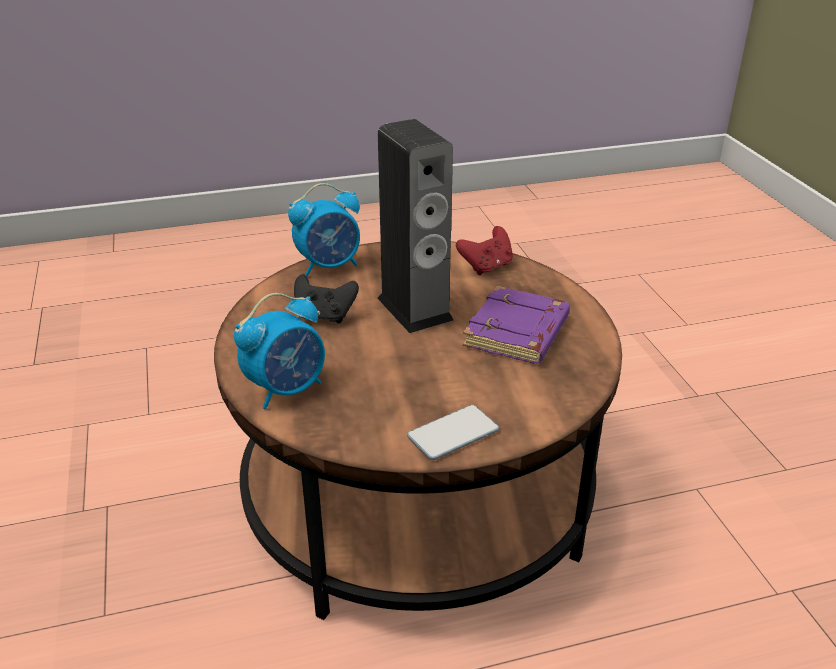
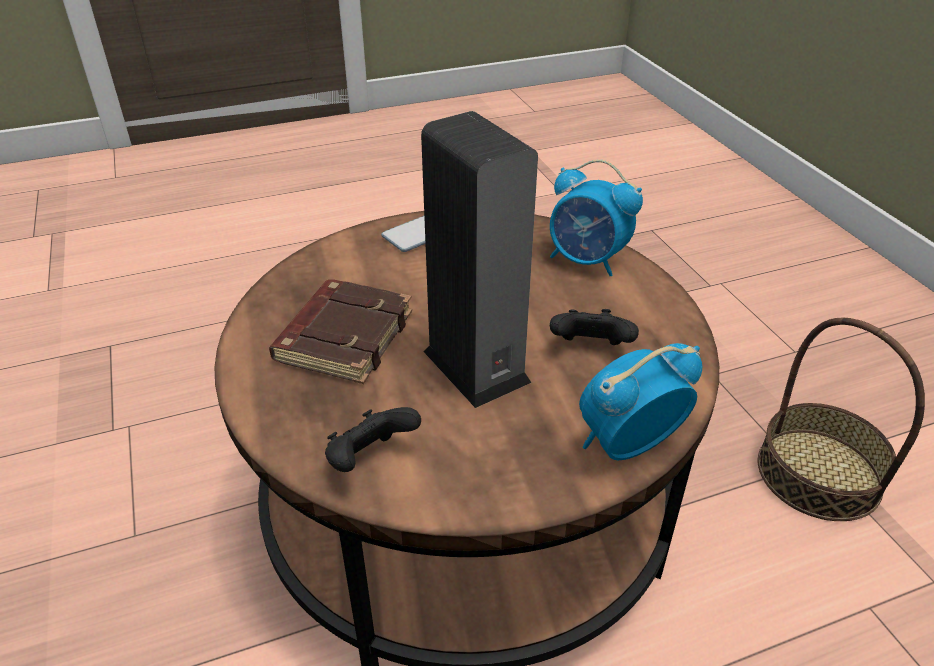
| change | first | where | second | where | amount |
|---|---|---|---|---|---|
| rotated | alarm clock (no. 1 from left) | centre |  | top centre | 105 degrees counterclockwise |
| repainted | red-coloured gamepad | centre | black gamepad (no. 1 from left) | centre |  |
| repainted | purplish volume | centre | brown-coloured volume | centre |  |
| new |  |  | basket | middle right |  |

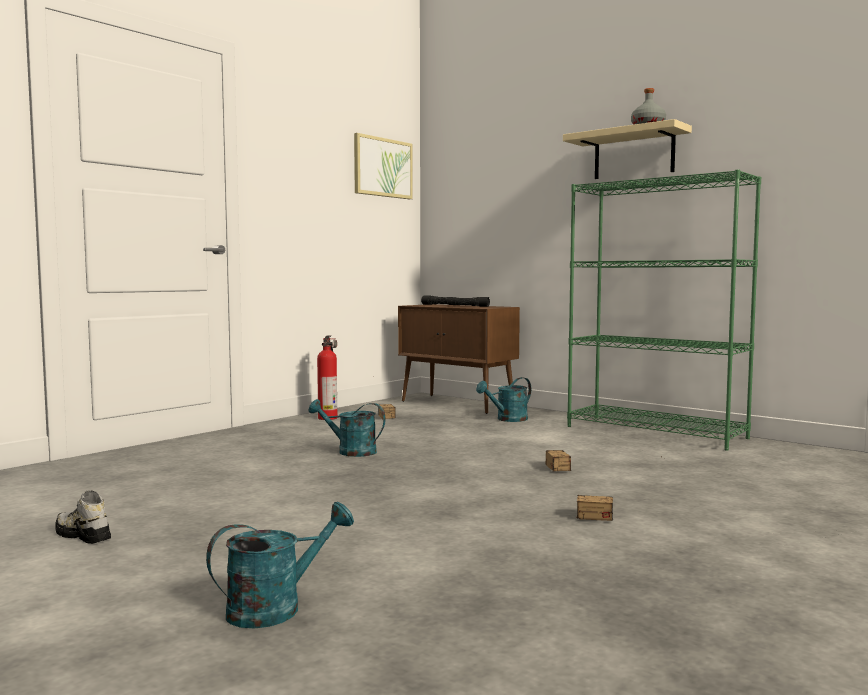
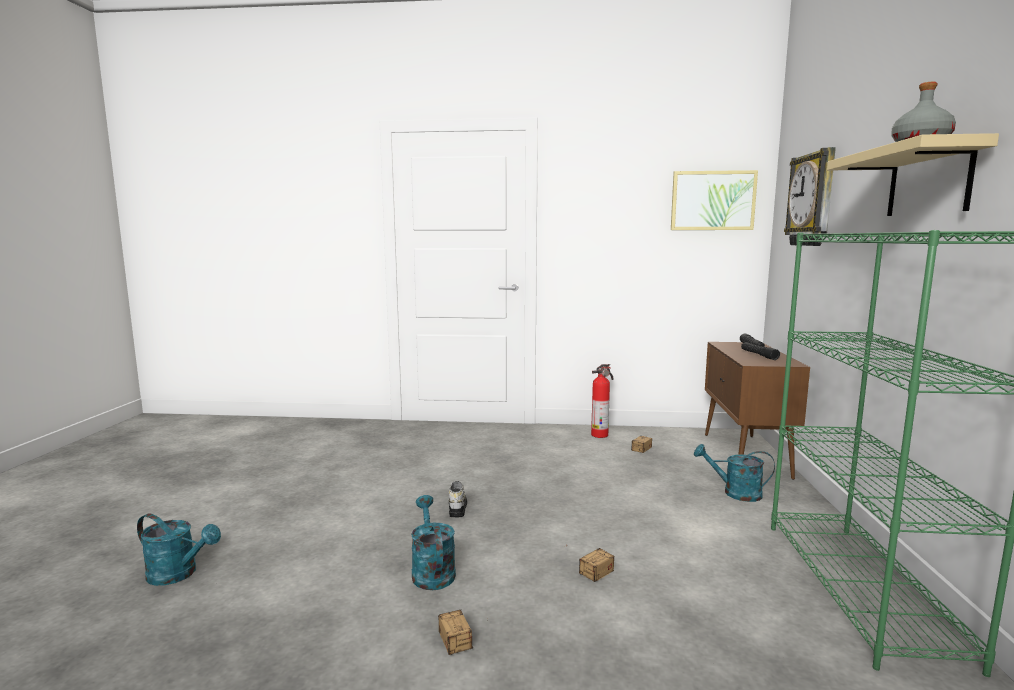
| change | first | where | second | where | amount |
|---|---|---|---|---|---|
| shifted | item of footwear | bottom left |  | bottom centre |  |
| shifted | turquoise sprinkling can (no. 2 from left) | centre |  | bottom centre |  |
| new |  |  | clock on the wall | top right |  |

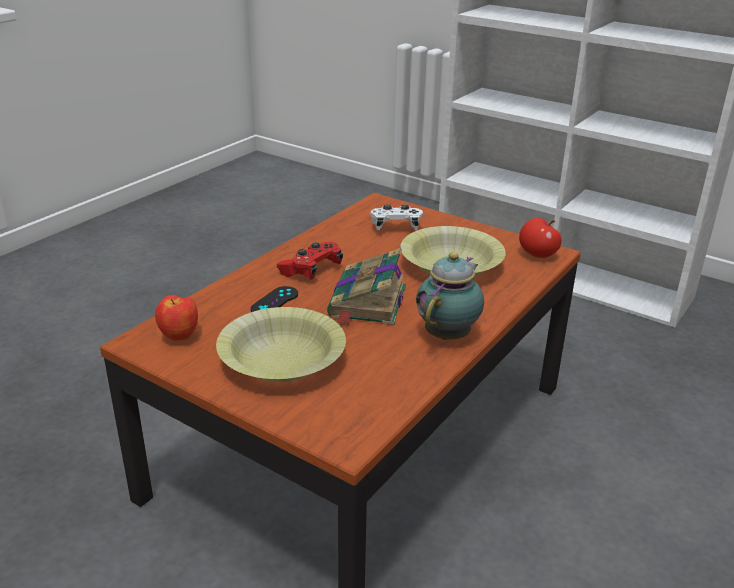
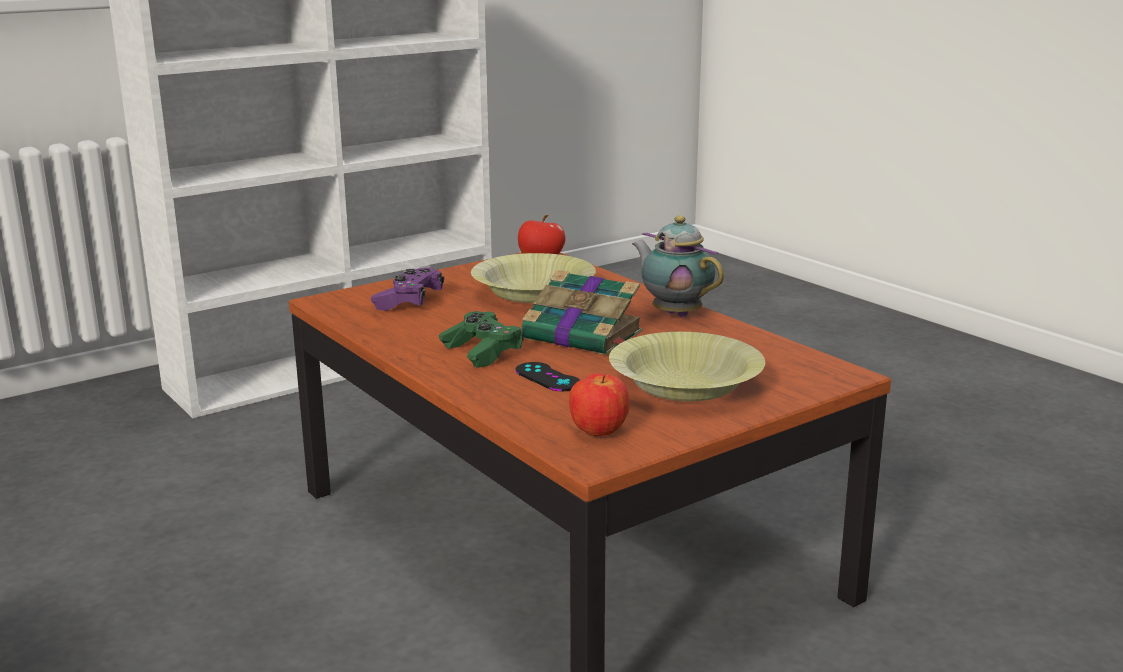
| change | first | where | second | where | amount |
|---|---|---|---|---|---|
| repainted | red-coloured gamepad | centre | green gamepad | centre |  |
| repainted | white gamepad | centre | purplish gamepad | centre |  |

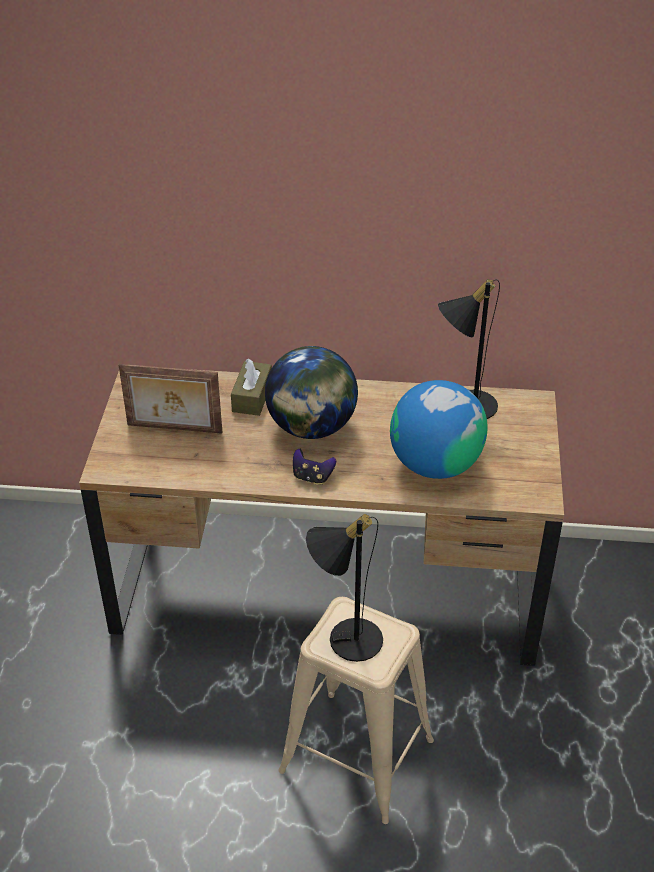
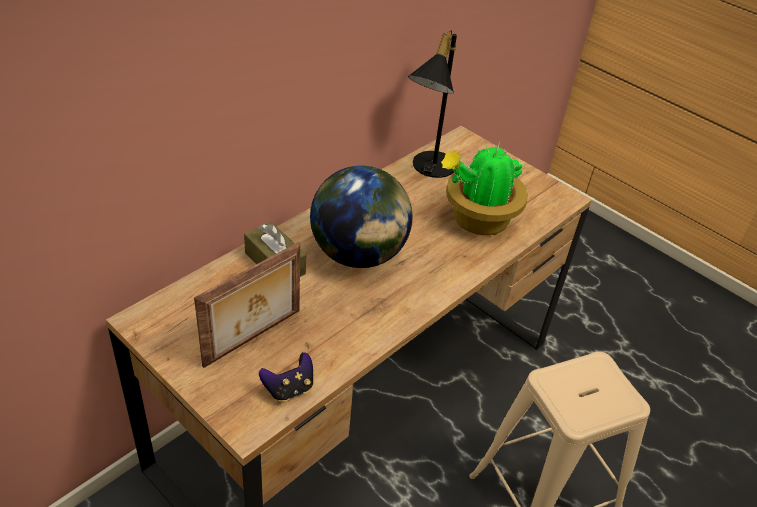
| change | first | where | second | where | amount |
|---|---|---|---|---|---|
| shifted | gamepad | centre |  | bottom centre |  |
| gone | black table lamp (no. 1 from left) | bottom centre |  |  |  |
| swapped | globe (no. 2 from left) | middle right | potted plant | centre |  |

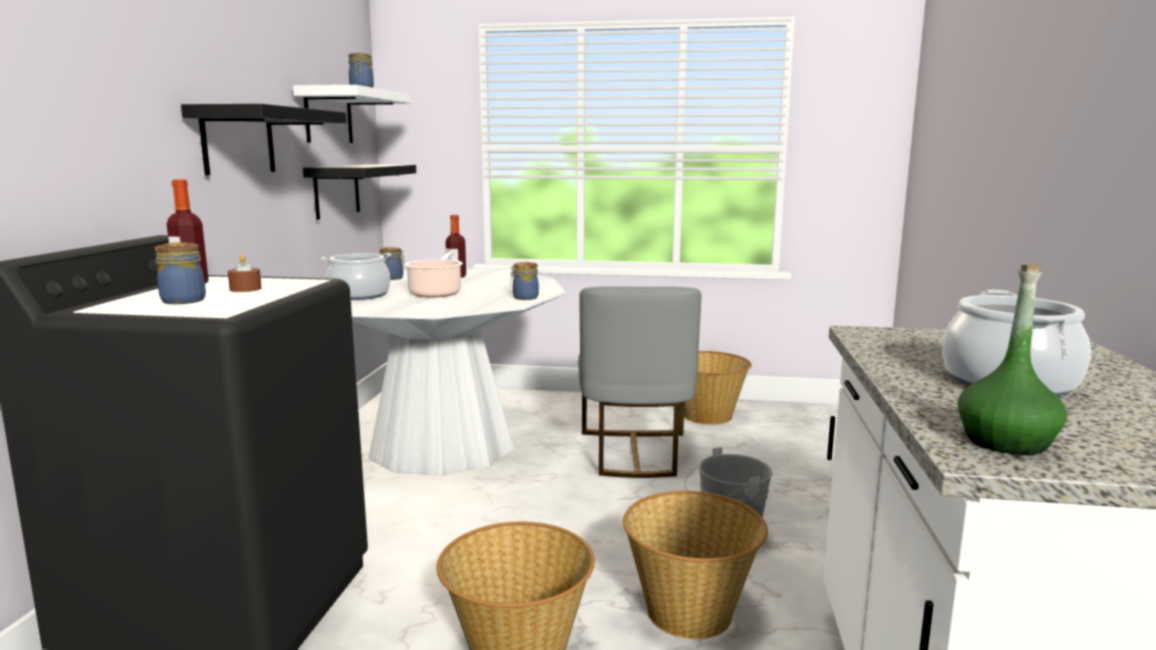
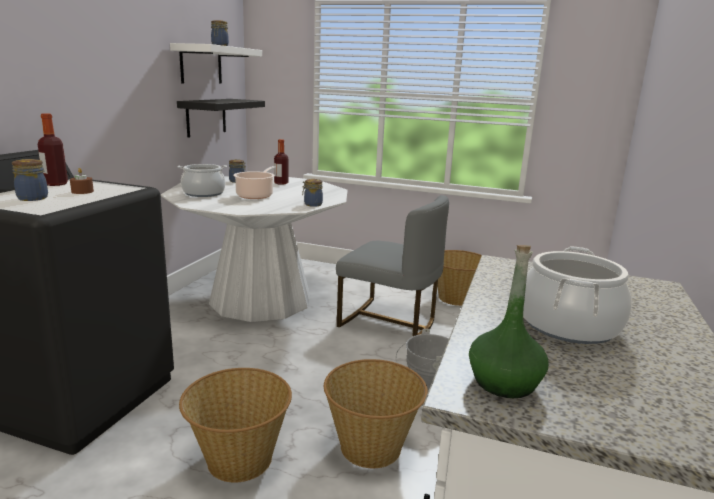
| change | first | where | second | where | amount |
|---|---|---|---|---|---|
| gone | black shelf (no. 1 from left) | top left |  |  |  |
| rotated | gray chair | centre |  | centre | 75 degrees counterclockwise |

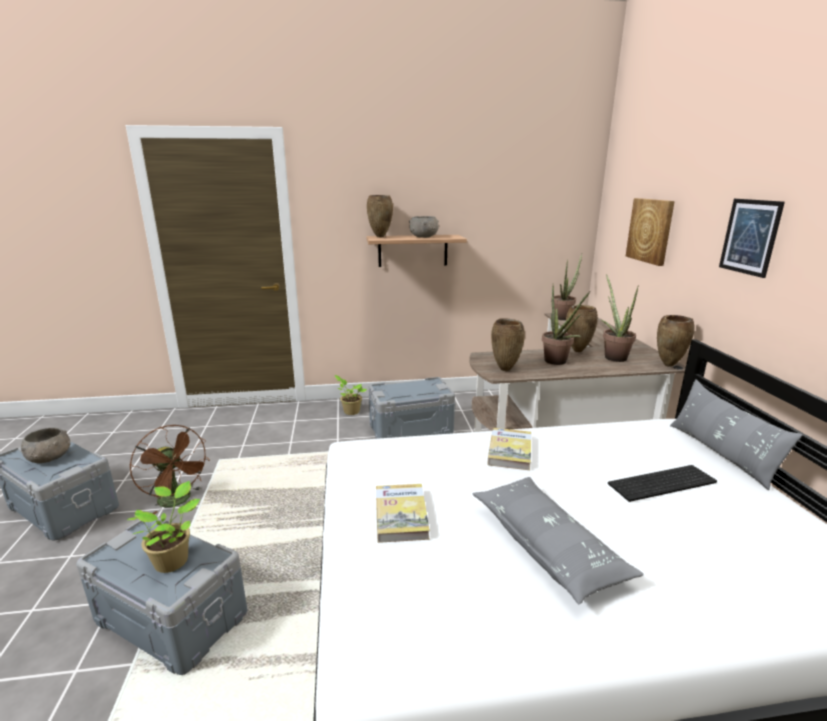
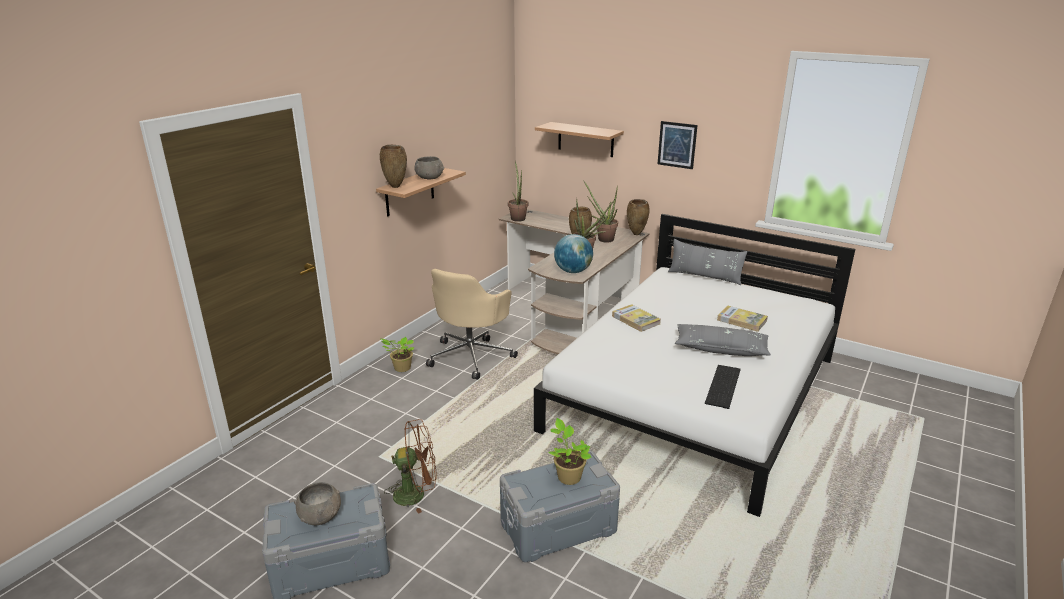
| change | first | where | second | where | amount |
|---|---|---|---|---|---|
| swapped | gray storage box (no. 3 from left) | centre | beige-coloured office chair | centre |  |
| shifted | volume (no. 1 from left in the first image) | bottom centre | volume (no. 2 from left) | middle right |  |
| swapped | brown-coloured flower vase (no. 2 from left) | centre | globe | centre |  |
| shifted | computer keyboard | bottom right |  | middle right |  |
| swapped | wall picture (no. 1 from left) | top right | shelf (no. 2 from left) | top centre |  |

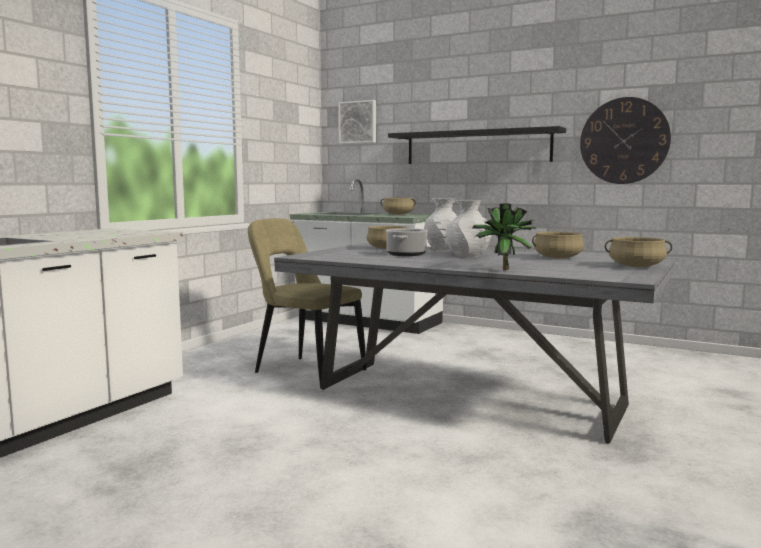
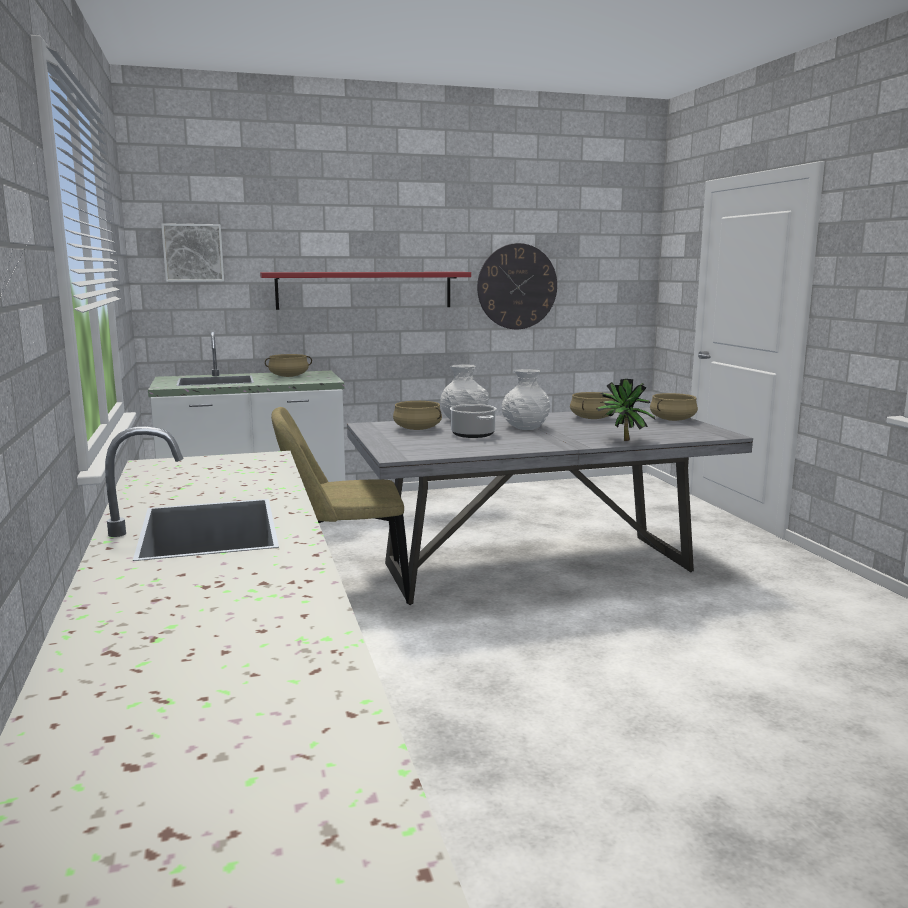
| change | first | where | second | where | amount |
|---|---|---|---|---|---|
| repainted | black shelf | top centre | red-coloured shelf | top centre |  |

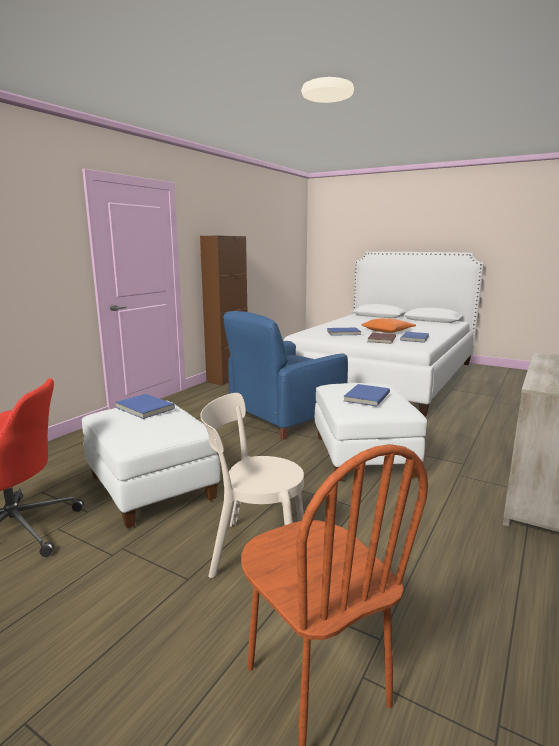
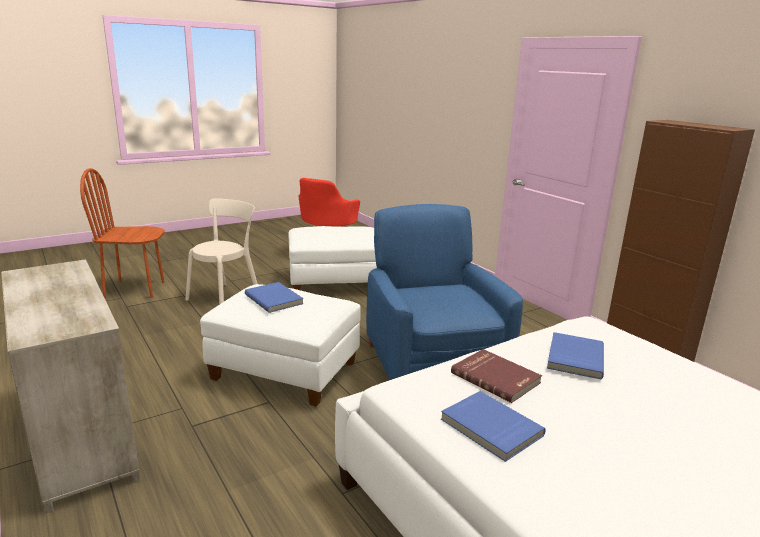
| change | first | where | second | where | amount |
|---|---|---|---|---|---|
| gone | bluish volume (no. 1 from left) | middle left |  |  |  |
| gone | orange pillow | middle right |  |  |  |

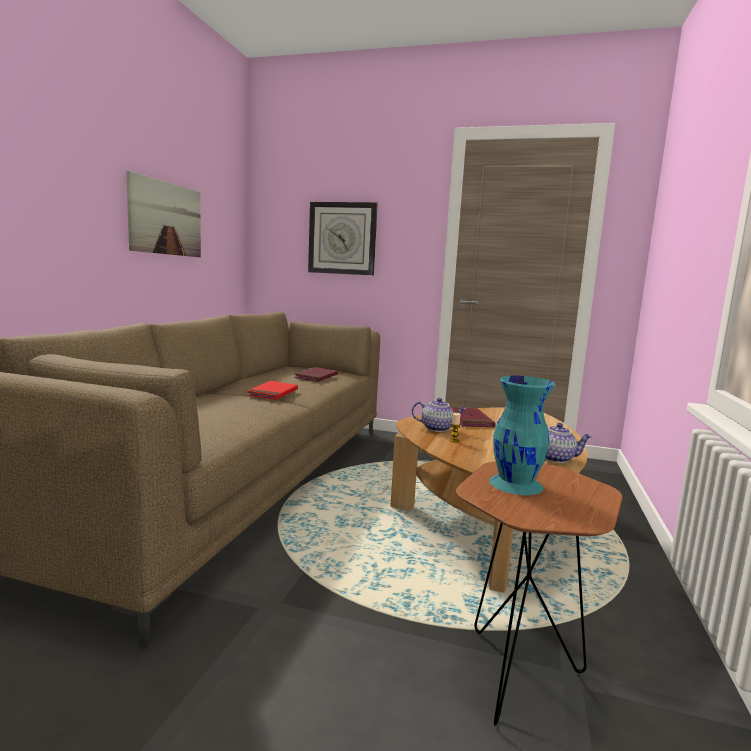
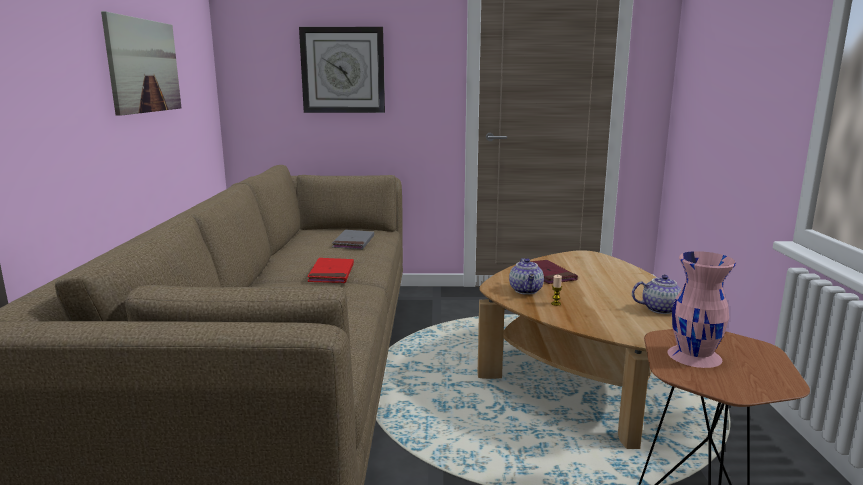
| change | first | where | second | where | amount |
|---|---|---|---|---|---|
| repainted | red-coloured volume (no. 2 from left) | centre | gray volume | centre |  |
| rotated | pot for tea (no. 1 from left) | centre |  | centre | 90 degrees clockwise |
| repainted | turquoise flower vase | middle right | pinkish flower vase | middle right |  |

